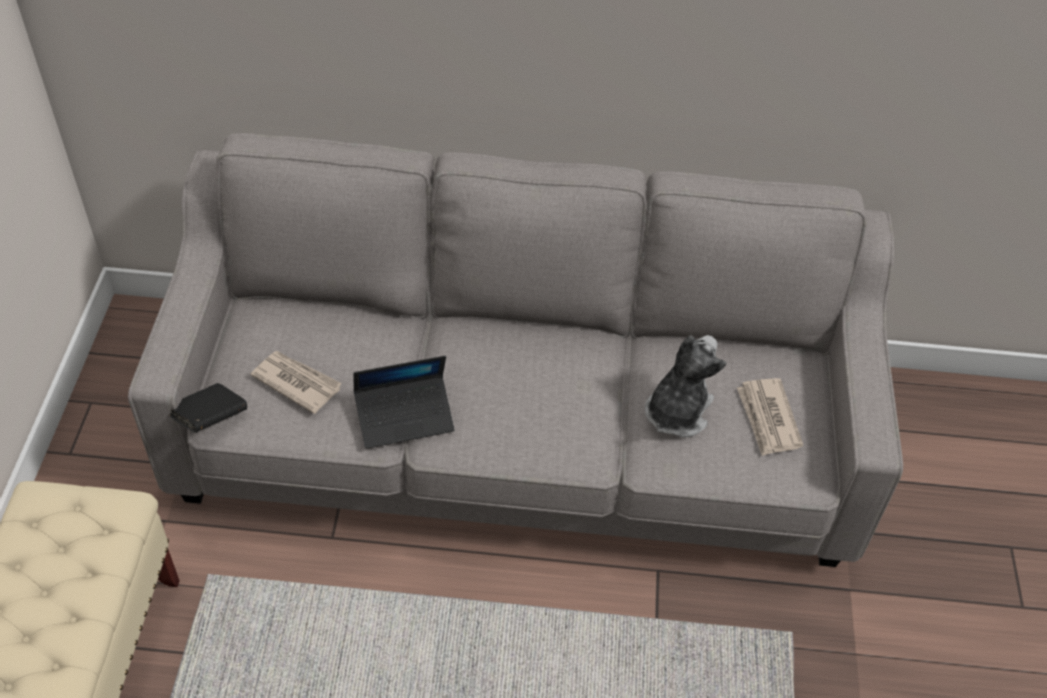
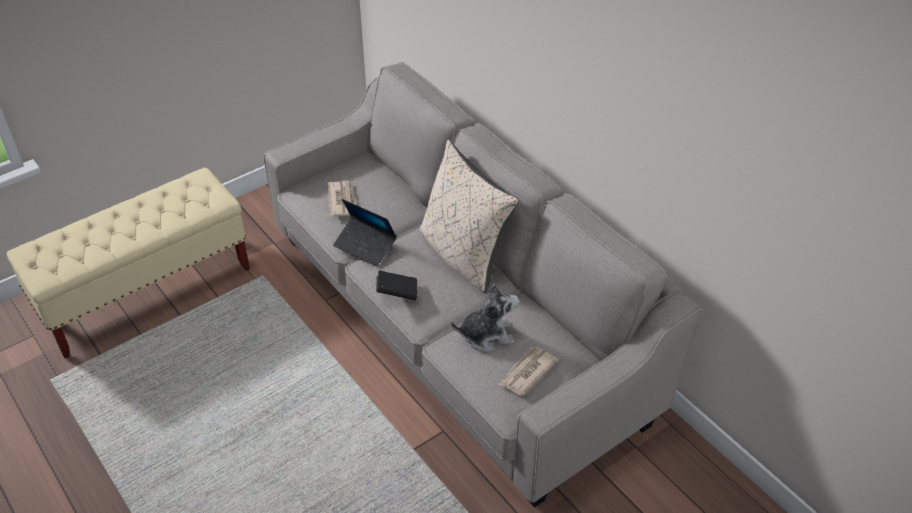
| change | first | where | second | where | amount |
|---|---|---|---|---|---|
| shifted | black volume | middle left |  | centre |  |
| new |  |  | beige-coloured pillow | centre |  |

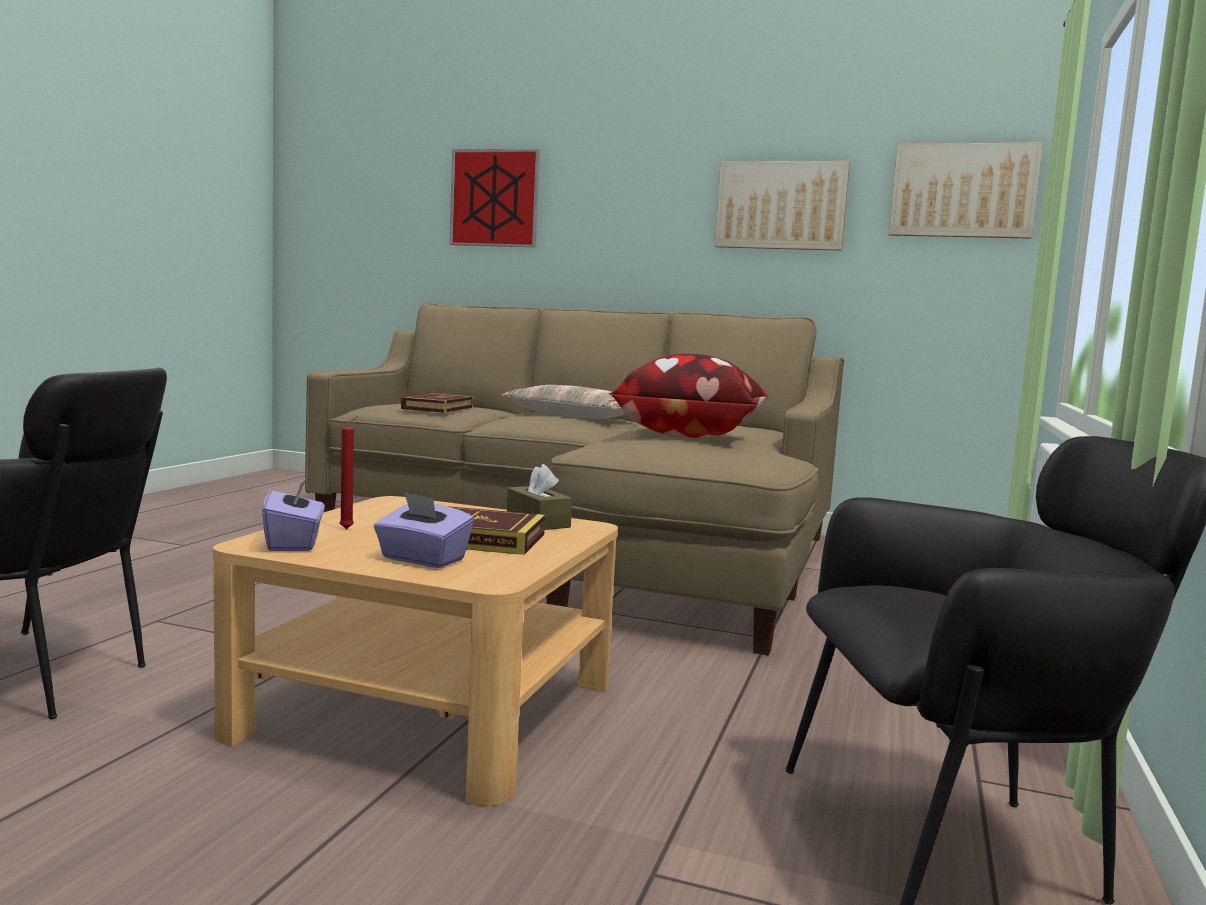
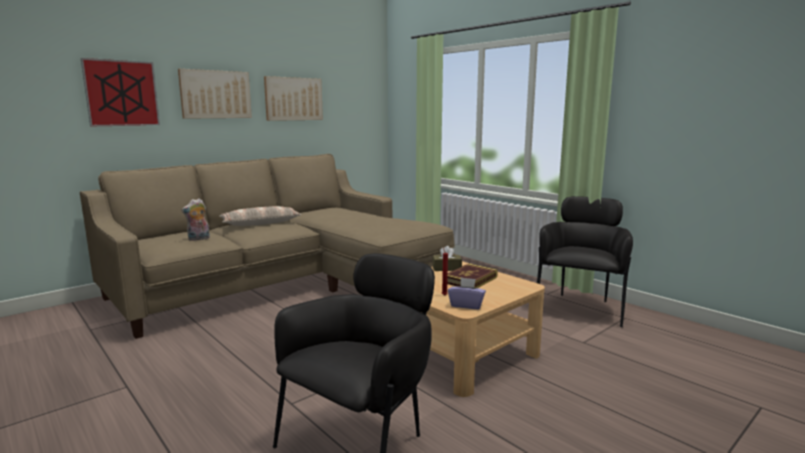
| change | first | where | second | where | amount |
|---|---|---|---|---|---|
| gone | purplish tissue box (no. 2 from left) | centre |  |  |  |
| swapped | volume (no. 1 from left) | centre | soft toy | middle left |  |
| gone | pillow (no. 2 from left) | centre |  |  |  |
| shifted | wall picture (no. 3 from left in the first image) | top right | wall picture (no. 2 from left) | top left |  |

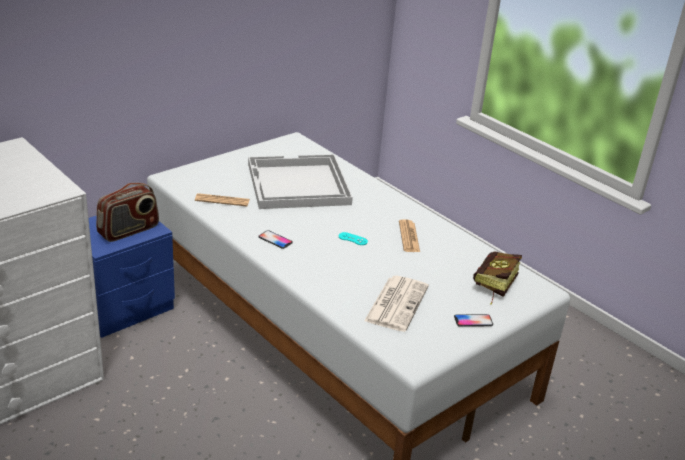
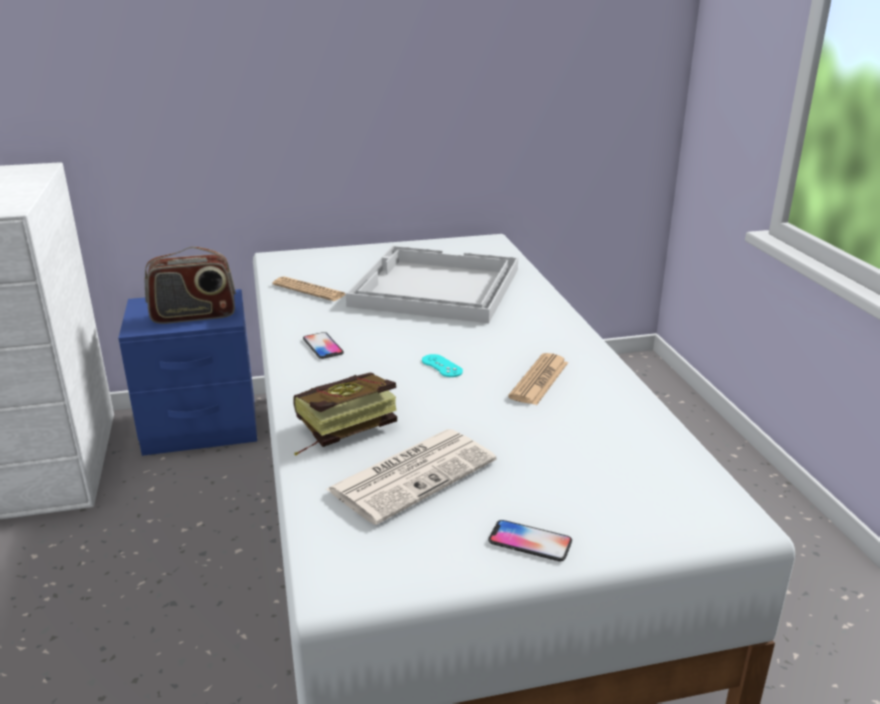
| change | first | where | second | where | amount |
|---|---|---|---|---|---|
| shifted | volume | middle right |  | centre |  |

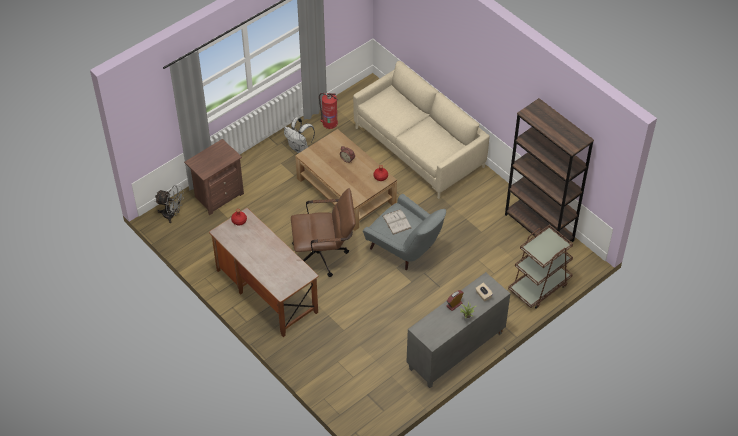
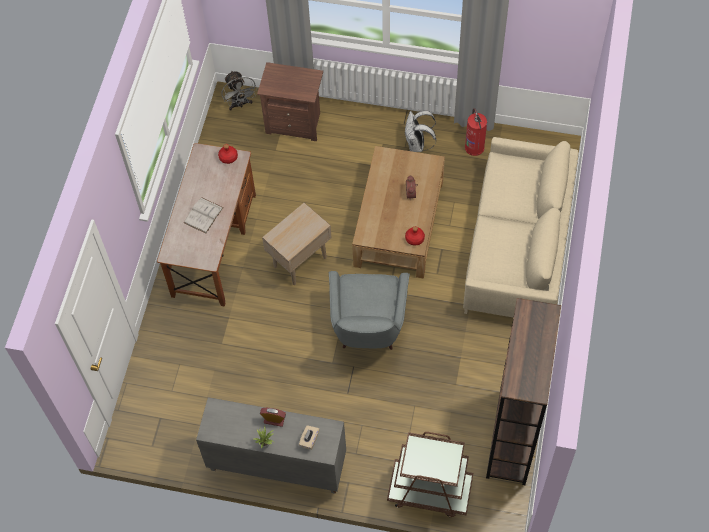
| change | first | where | second | where | amount |
|---|---|---|---|---|---|
| swapped | brown-coloured office chair | centre | beige-coloured accent table | centre |  |
| shifted | white volume | centre |  | middle left |  |

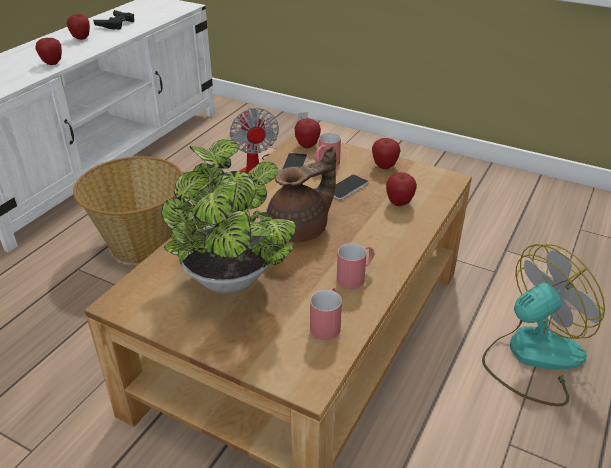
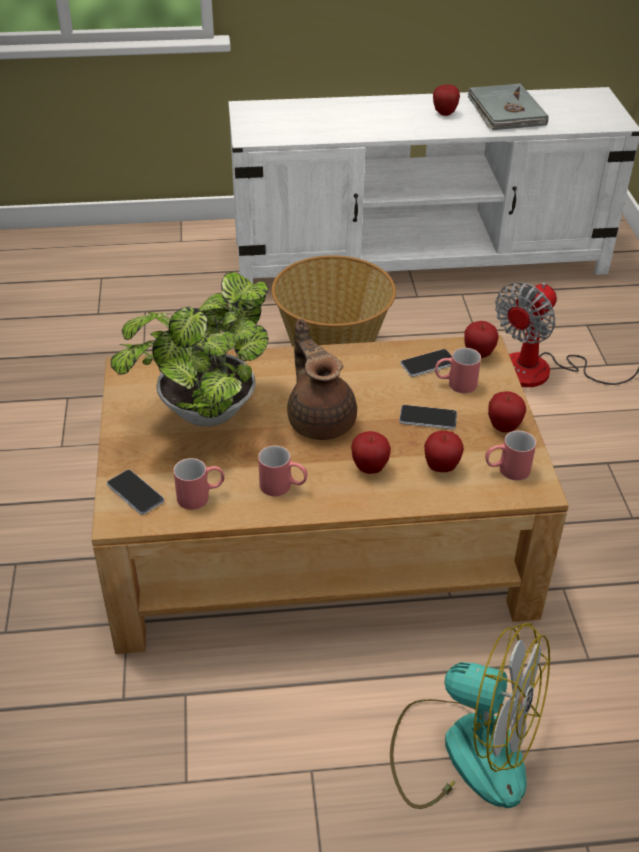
| change | first | where | second | where | amount |
|---|---|---|---|---|---|
| shifted | whole apple (no. 1 from left) | top left |  | centre |  |
| swapped | black gamepad | top left | gray volume | top right |  |
| rotated | brown-coloured pot for tea | centre |  | centre | 135 degrees counterclockwise |
| new |  |  | telephone (no. 1 from left) | middle left |  |
| new |  |  | red-coloured mug (no. 4 from left) | middle right |  |

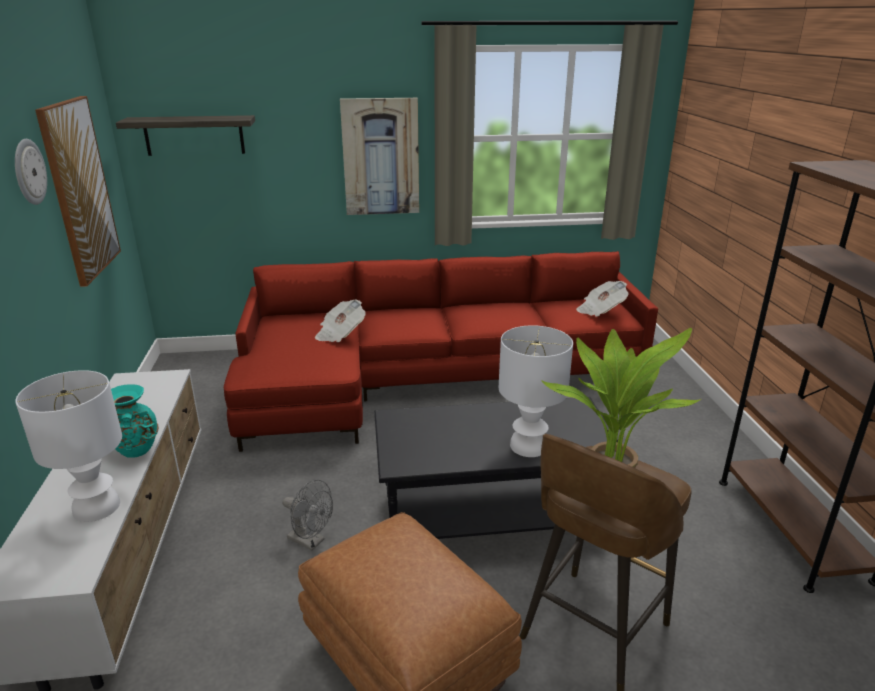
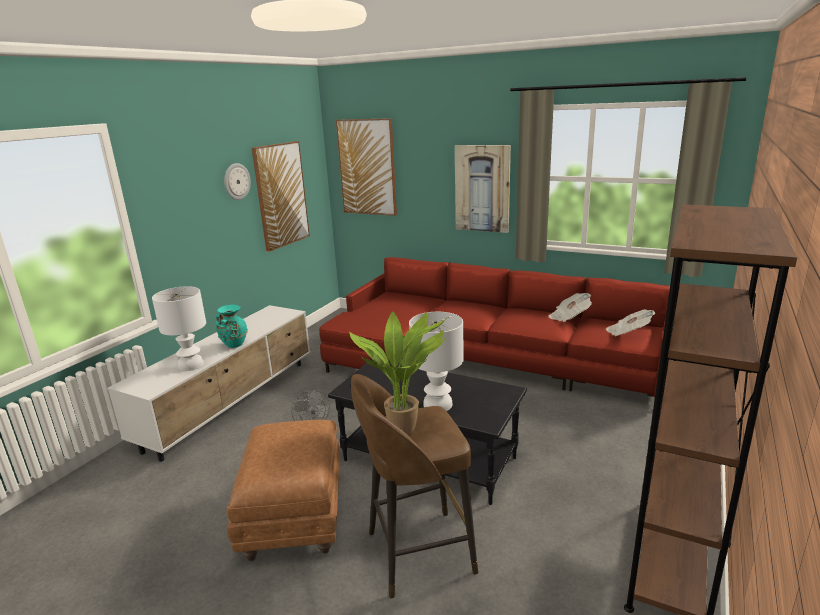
| change | first | where | second | where | amount |
|---|---|---|---|---|---|
| swapped | shelf | top left | wall picture (no. 2 from left) | top centre |  |
| shifted | daily paper (no. 1 from left) | centre |  | middle right |  |

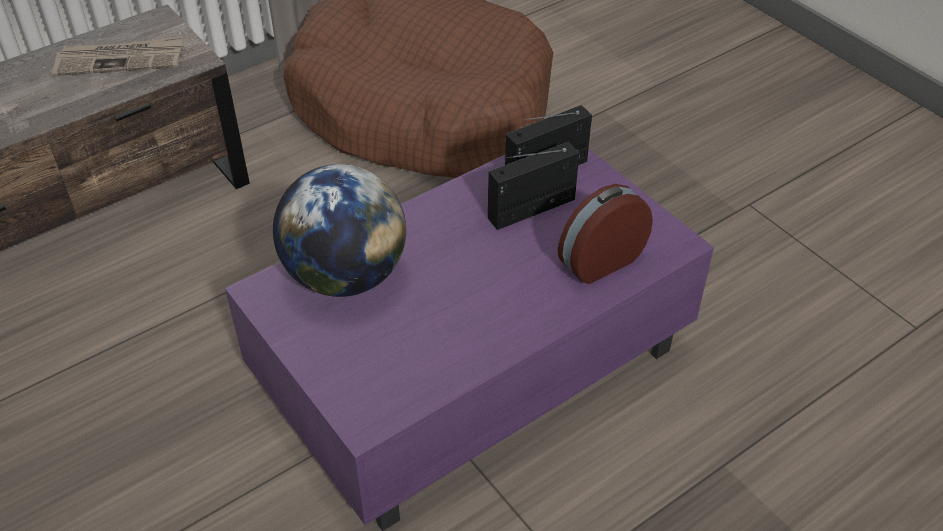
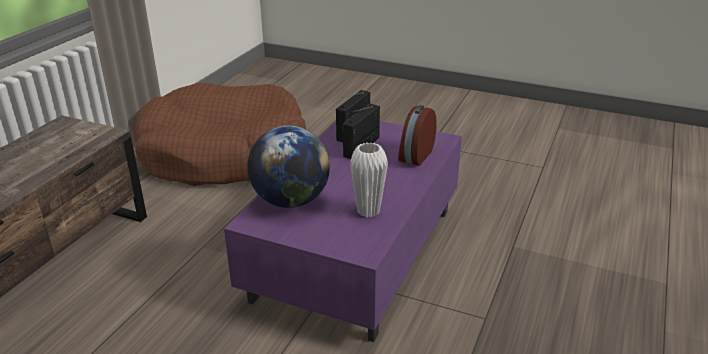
| change | first | where | second | where | amount |
|---|---|---|---|---|---|
| gone | daily paper | top left |  |  |  |
| new |  |  | white flower vase | centre |  |

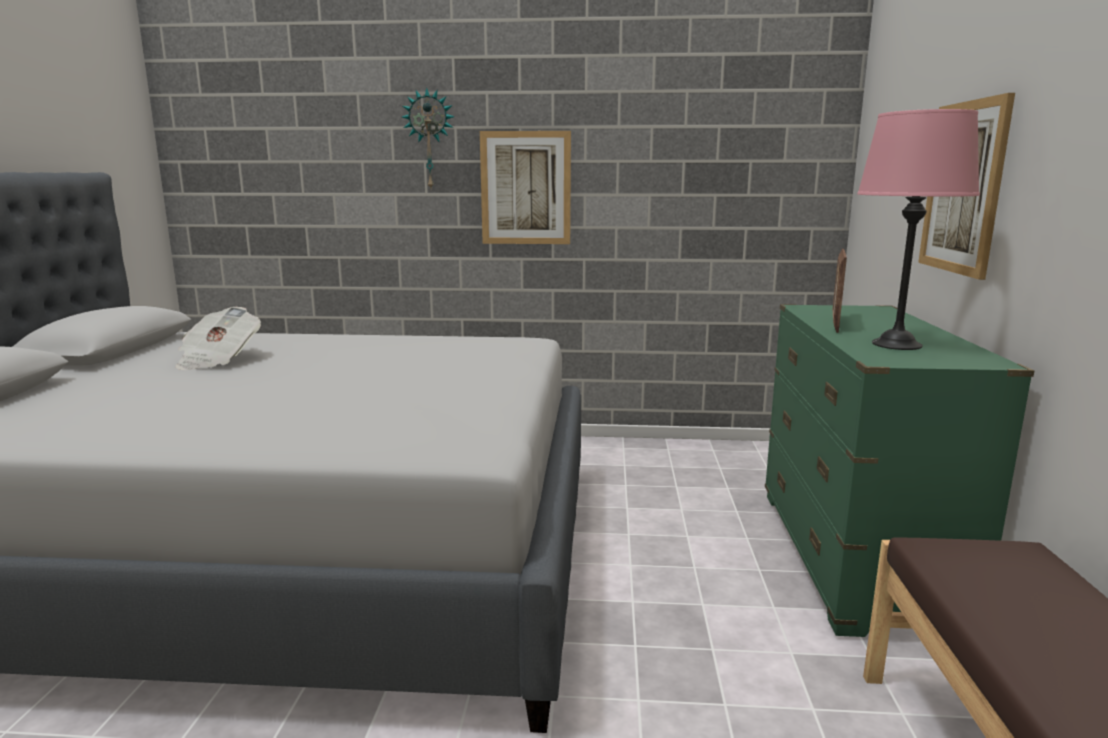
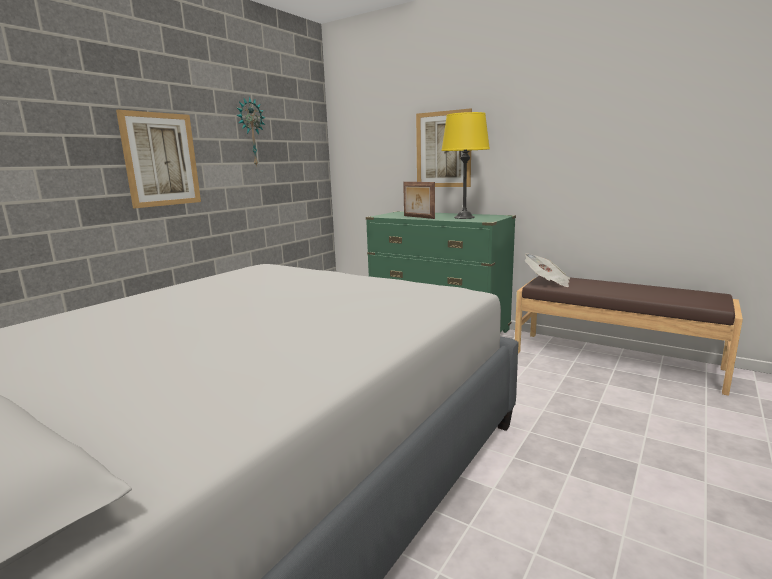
| change | first | where | second | where | amount |
|---|---|---|---|---|---|
| shifted | daily paper | middle left |  | middle right |  |
| shifted | clock on the wall | top centre |  | top left |  |
| repainted | pinkish table lamp | top right | yellow table lamp | top centre |  |

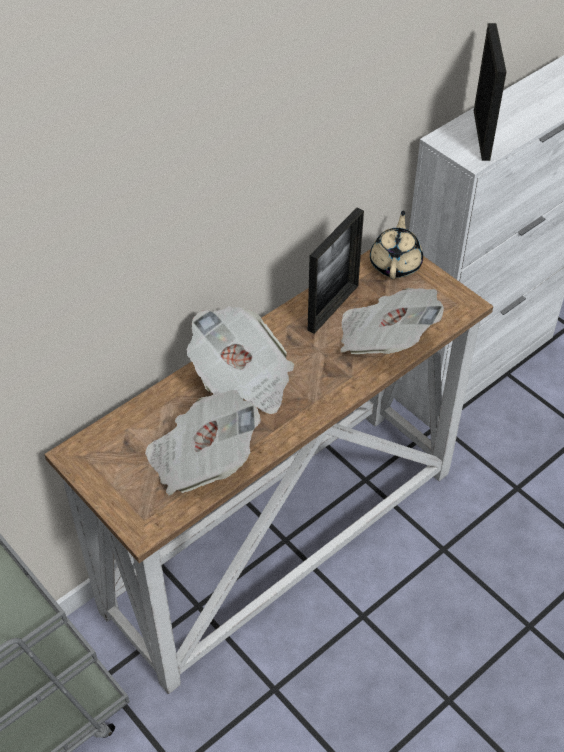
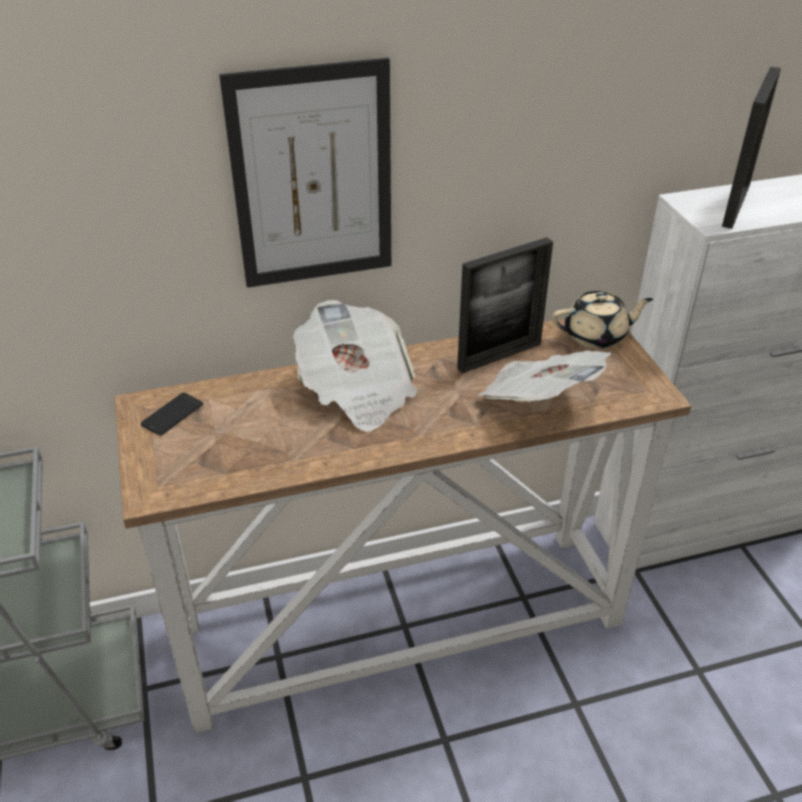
| change | first | where | second | where | amount |
|---|---|---|---|---|---|
| gone | daily paper (no. 1 from left) | centre |  |  |  |
| rotated | beige-coloured pot for tea | top right |  | middle right | 45 degrees clockwise |
| new |  |  | telephone | middle left |  |
| new |  |  | wall picture | top centre |  |

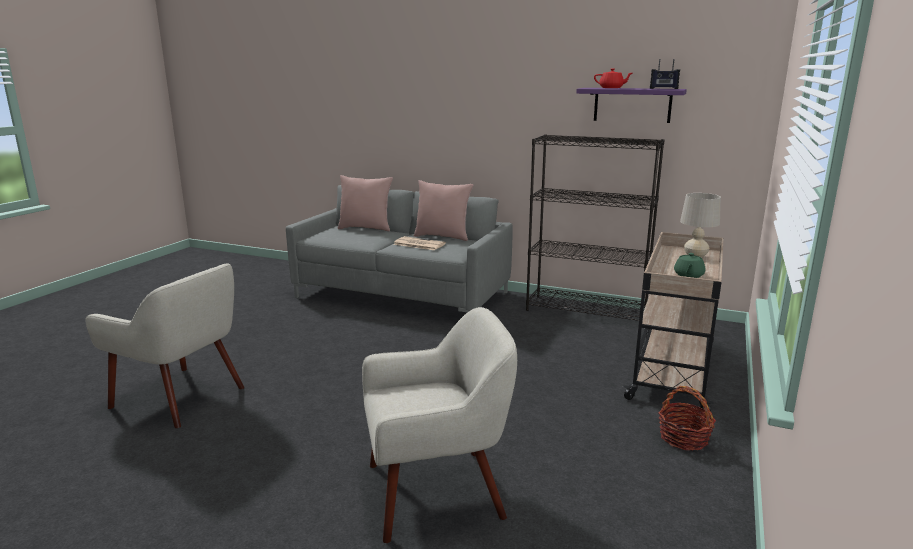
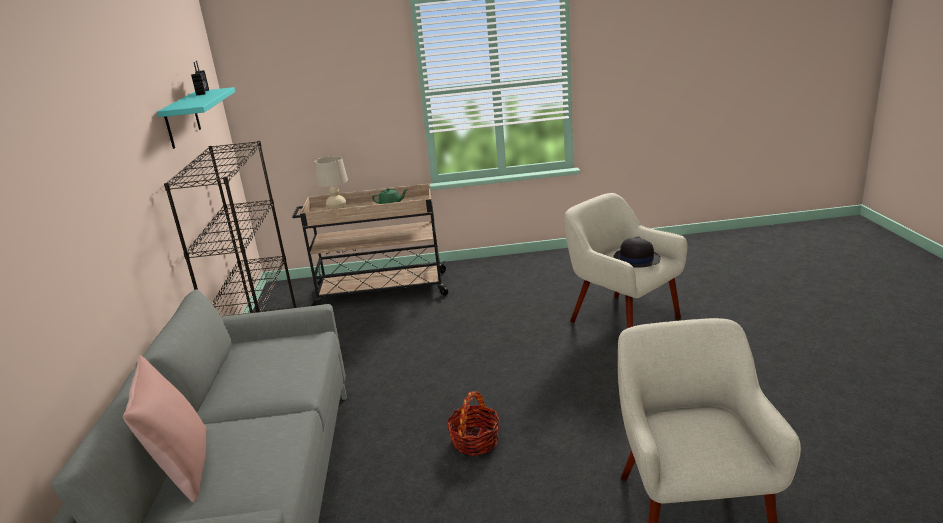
| change | first | where | second | where | amount |
|---|---|---|---|---|---|
| gone | daily paper | centre |  |  |  |
| gone | pinkish pillow (no. 2 from left) | centre |  |  |  |
| repainted | purplish shelf | top right | turquoise shelf | top left |  |
| gone | red-coloured pot for tea | top right |  |  |  |
| shifted | basket | bottom right |  | bottom centre |  |
| new |  |  | black wearable hat | middle right |  |

